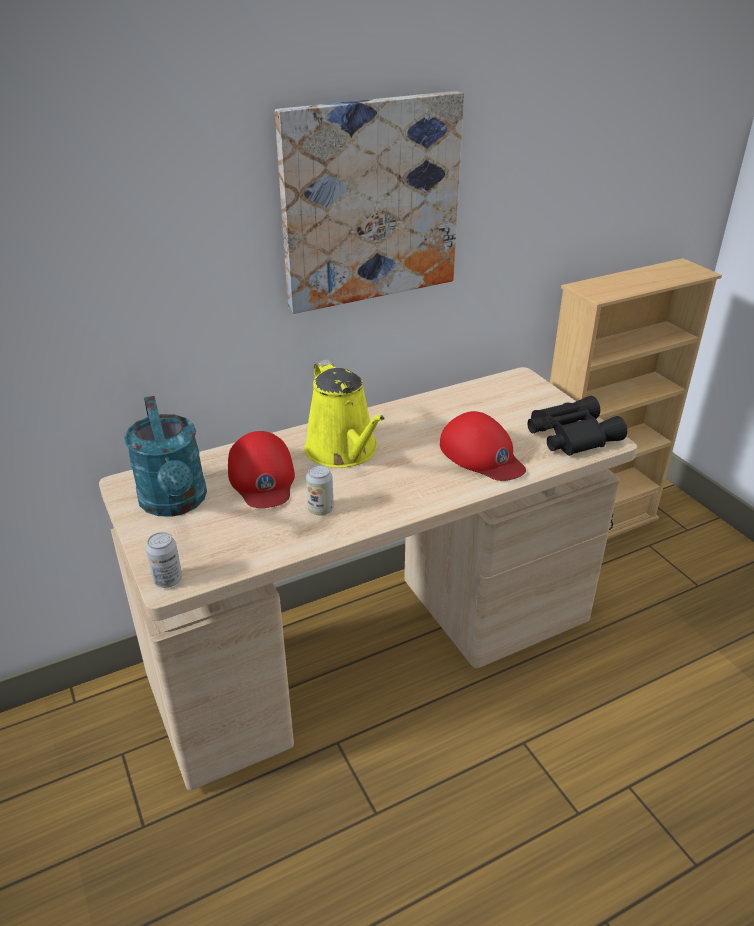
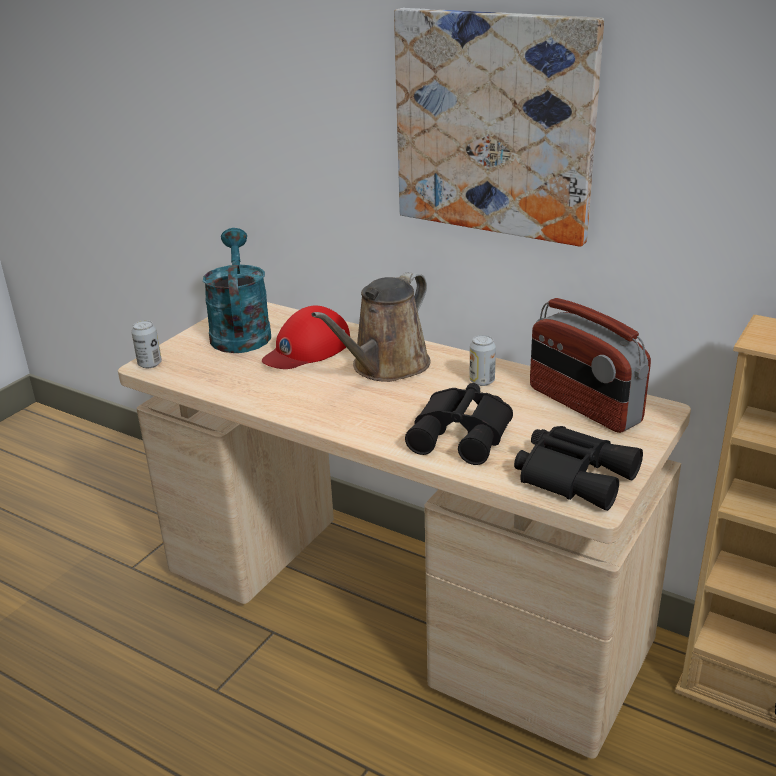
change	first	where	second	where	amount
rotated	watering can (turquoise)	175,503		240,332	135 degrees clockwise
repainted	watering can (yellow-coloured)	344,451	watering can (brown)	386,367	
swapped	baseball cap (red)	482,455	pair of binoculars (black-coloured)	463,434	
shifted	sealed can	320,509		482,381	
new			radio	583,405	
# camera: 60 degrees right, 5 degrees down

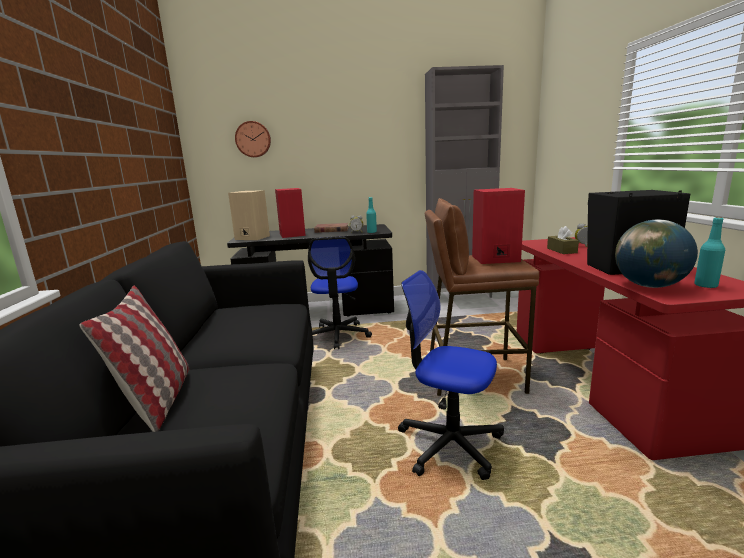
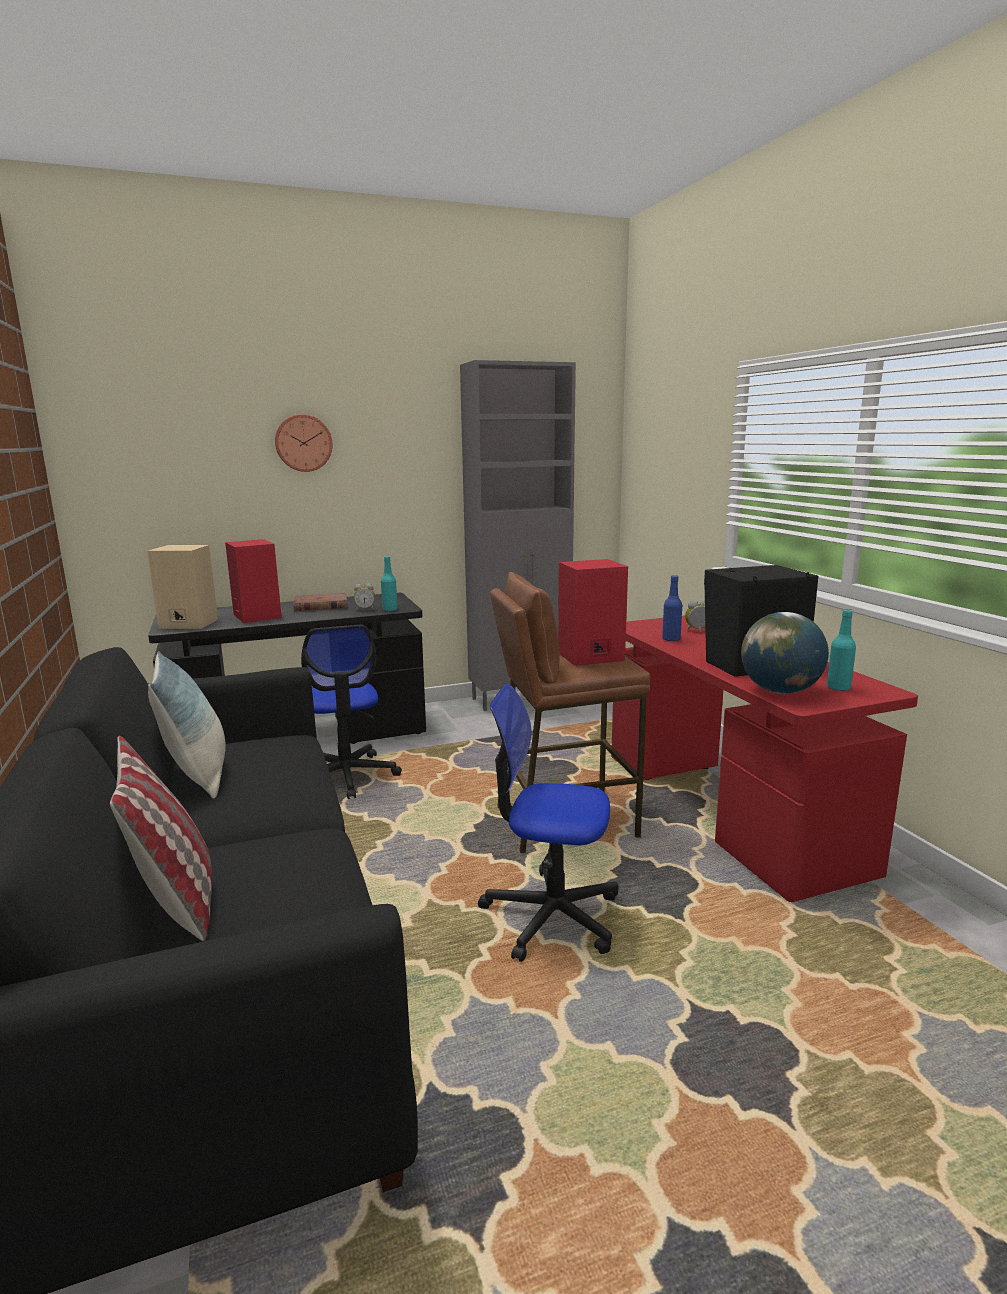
change	first	where	second	where	amount
new			cushion	197,775	
shifted	hanging clock	253,139		303,443	
swapped	tissue holder (brown)	561,250	beverage bottle (bluish)	671,639	
# camera: 15 degrees left, 0 degrees up

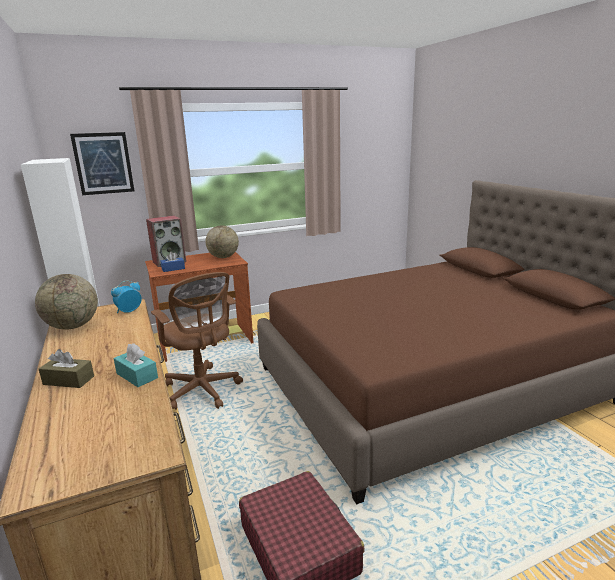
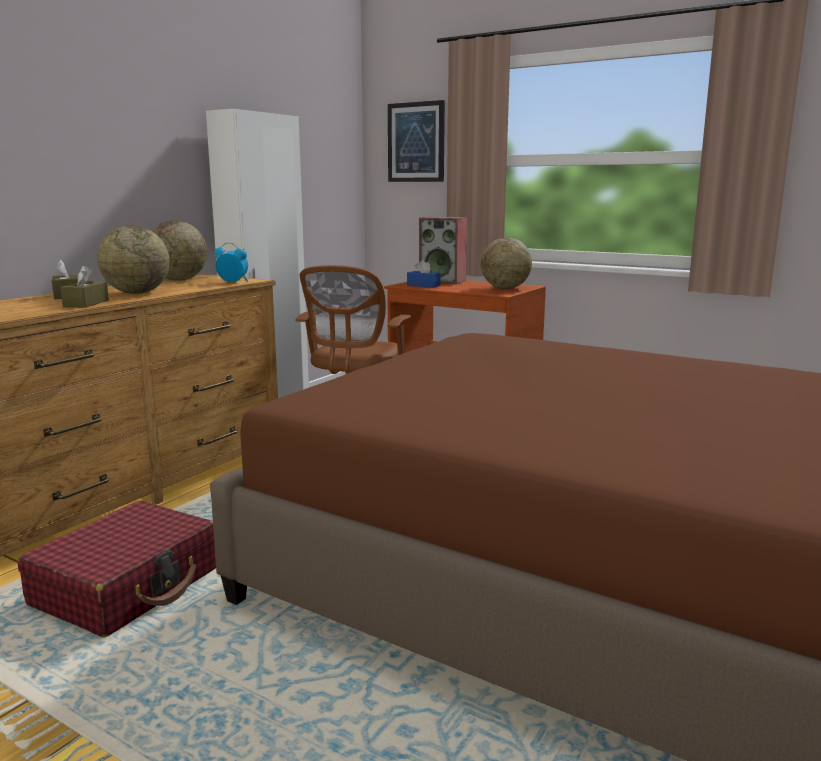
change	first	where	second	where	amount
repainted	tissue holder (turquoise)	137,376	tissue holder (brown)	86,303	
new			world globe	137,293	
# camera: 55 degrees right, 5 degrees down

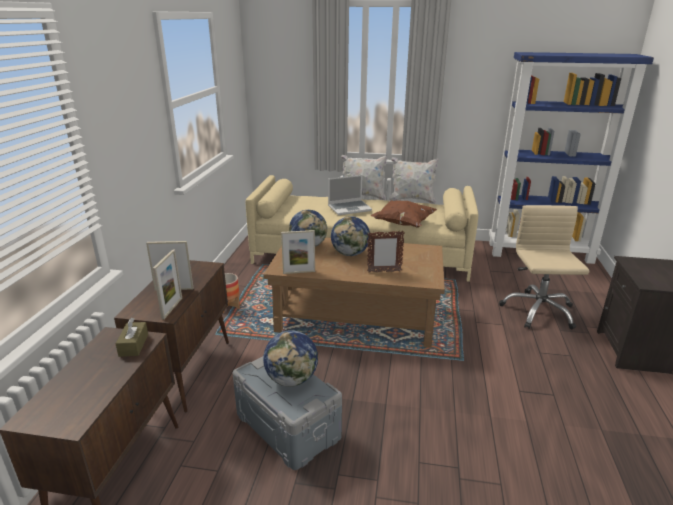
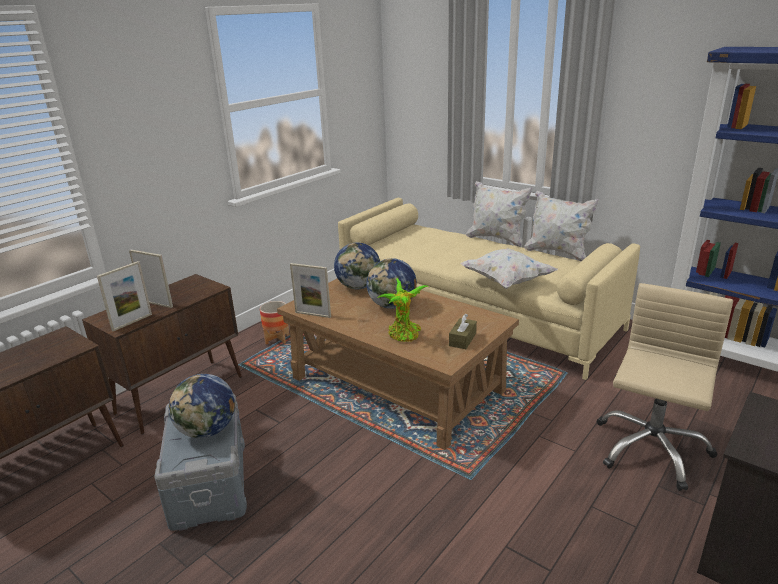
change	first	where	second	where	amount
swapped	photo frame	384,271	plant in a pot	404,335	
shifted	tissue holder (brown)	133,345		462,339	
repainted	cushion (brown)	403,224	cushion (white)	506,281	
gone	laptop	349,208			
# camera: 30 degrees right, 0 degrees up

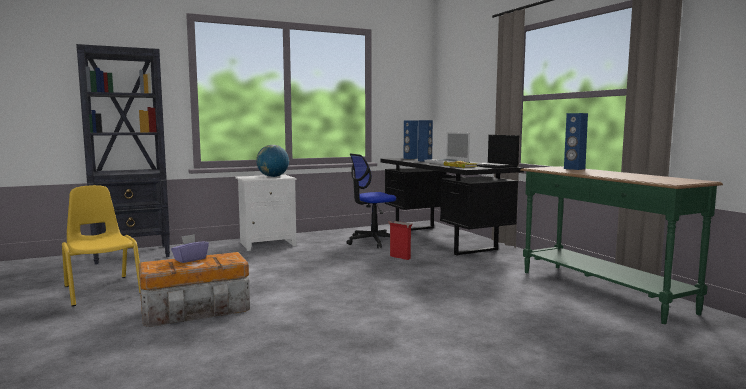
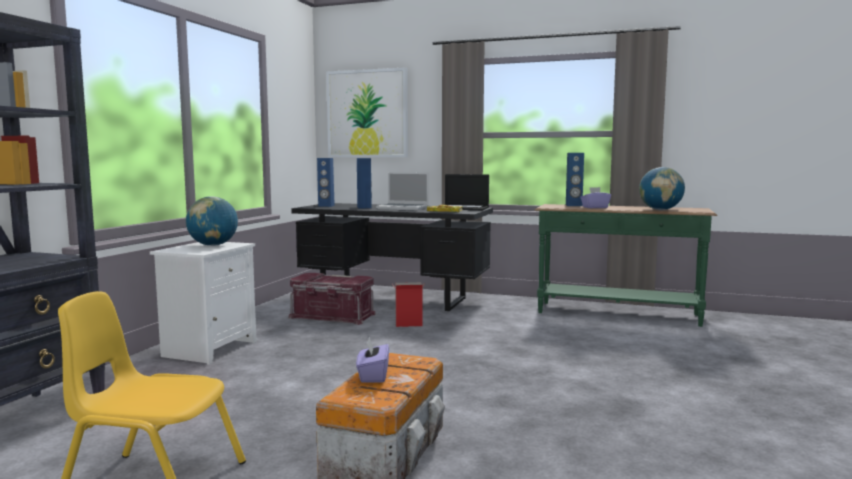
change	first	where	second	where	amount
swapped	desk chair	373,241	storage bin (red)	332,316	
new			wall art	367,114	
new			tissue holder (purplish)	595,207	
new			world globe	660,209	
# camera: 45 degrees left, 0 degrees up

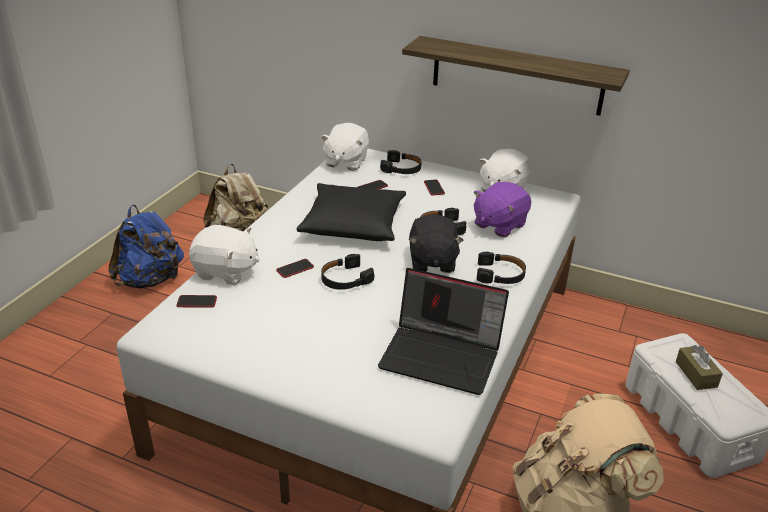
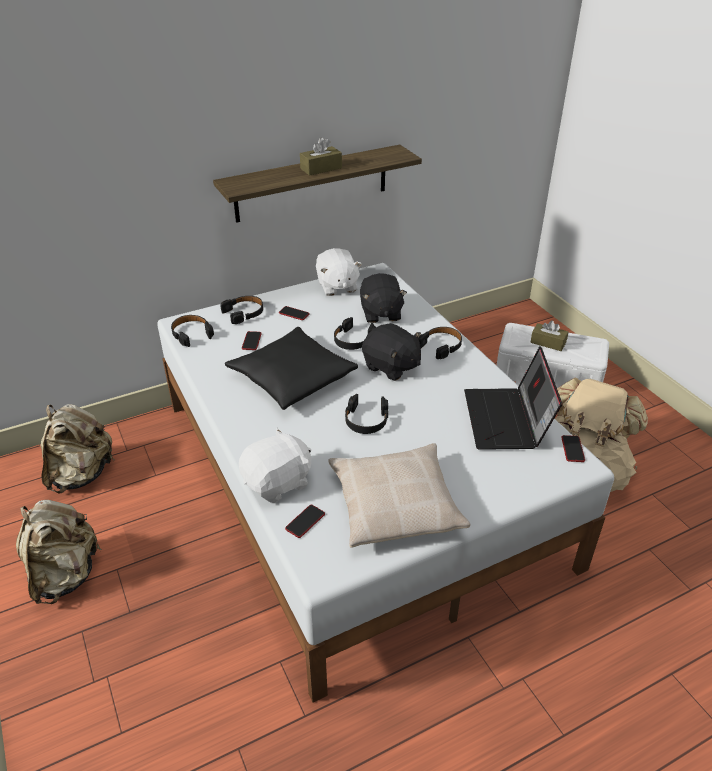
change	first	where	second	where	amount
repainted	backpack (bluish)	150,280	backpack (beige-coloured)	65,575	
swapped	soft toy (white)	346,162	headphones (black-coloured)	191,334	
new			tissue holder (brown)	321,168	
new			cushion (beige-coloured)	395,504	
repainted	soft toy (purplish)	499,225	soft toy (black-coloured)	380,313	
rotated	laptop	443,355		507,420	120 degrees clockwise
shifted	phone	295,269		572,449	
# camera: 50 degrees left, 5 degrees up

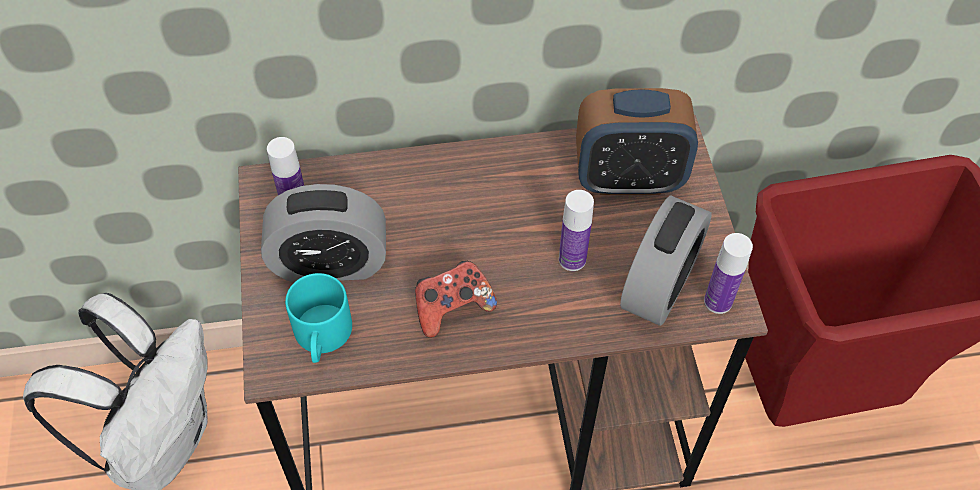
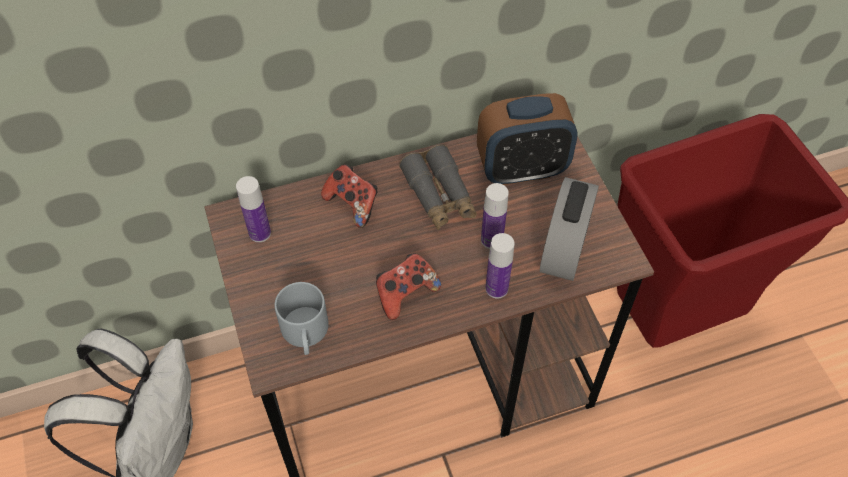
change	first	where	second	where	amount
repainted	mug (turquoise)	323,337	mug (greyish)	306,333	
new			gamepad	352,204	
new			pair of binoculars (greyish)	439,195	
shifted	beverage bottle	718,301		496,288	
gone	table clock	330,263			
# camera: 10 degrees left, 0 degrees up

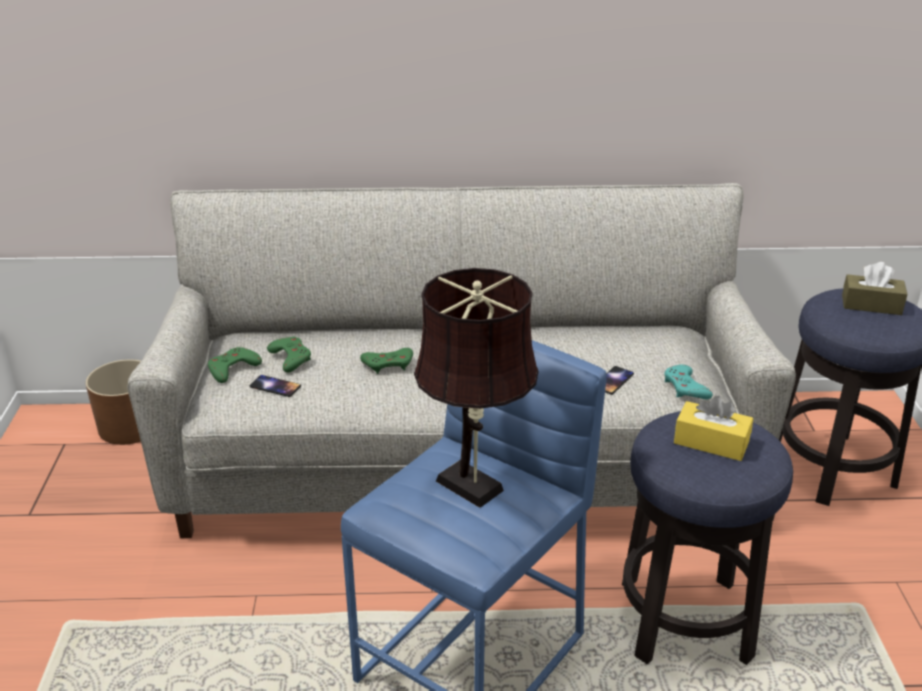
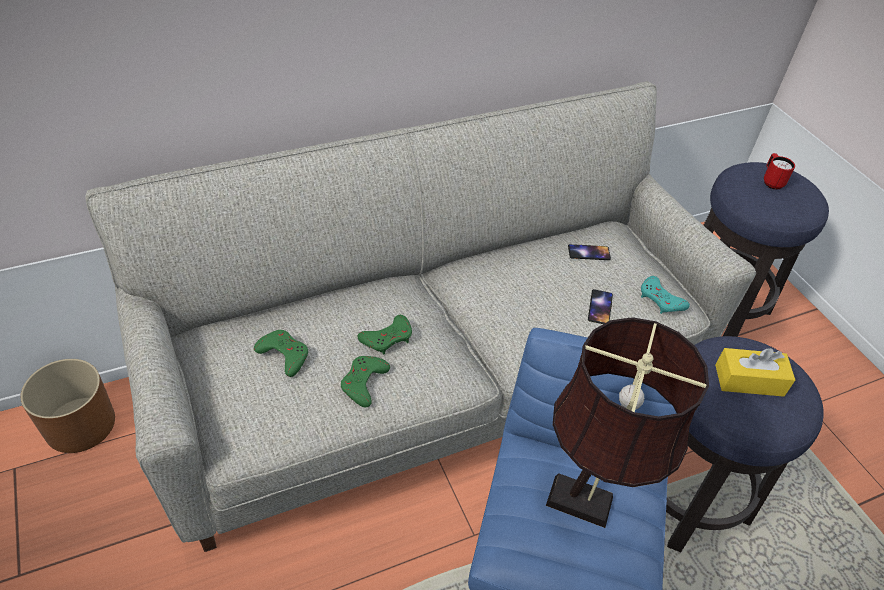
change	first	where	second	where	amount
shifted	gamepad (green)	232,369		364,383	
shifted	phone	275,386		589,252	
swapped	tissue holder (brown)	871,305	mug (red)	771,181	
# camera: 25 degrees left, 15 degrees up

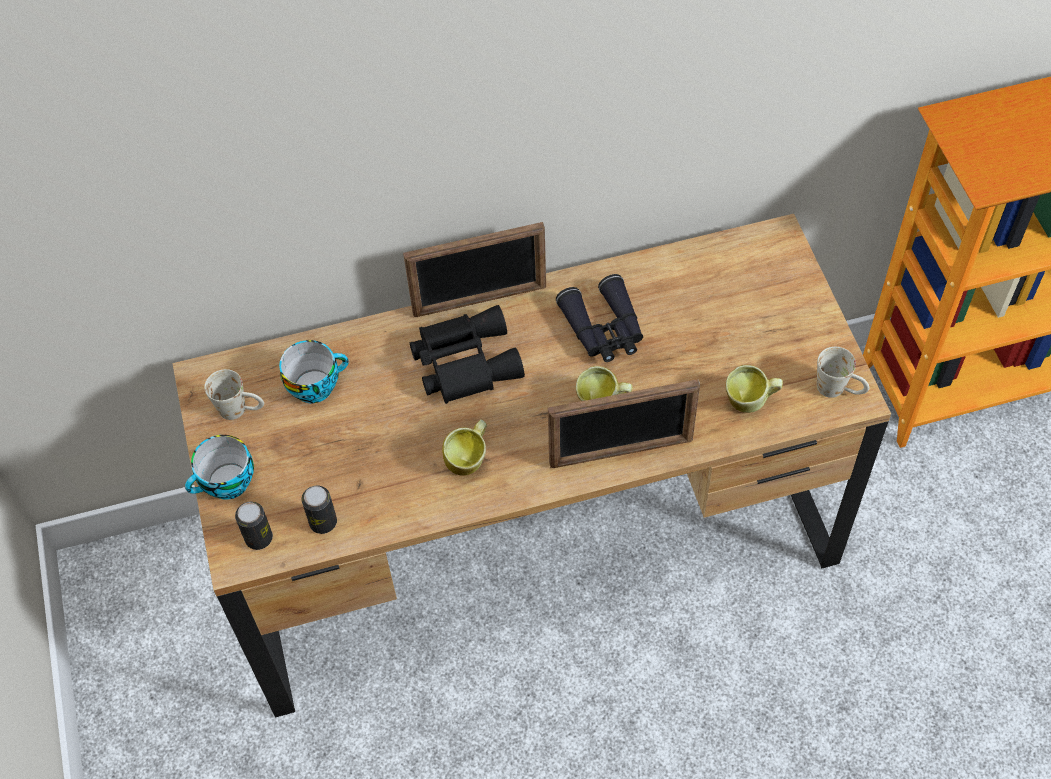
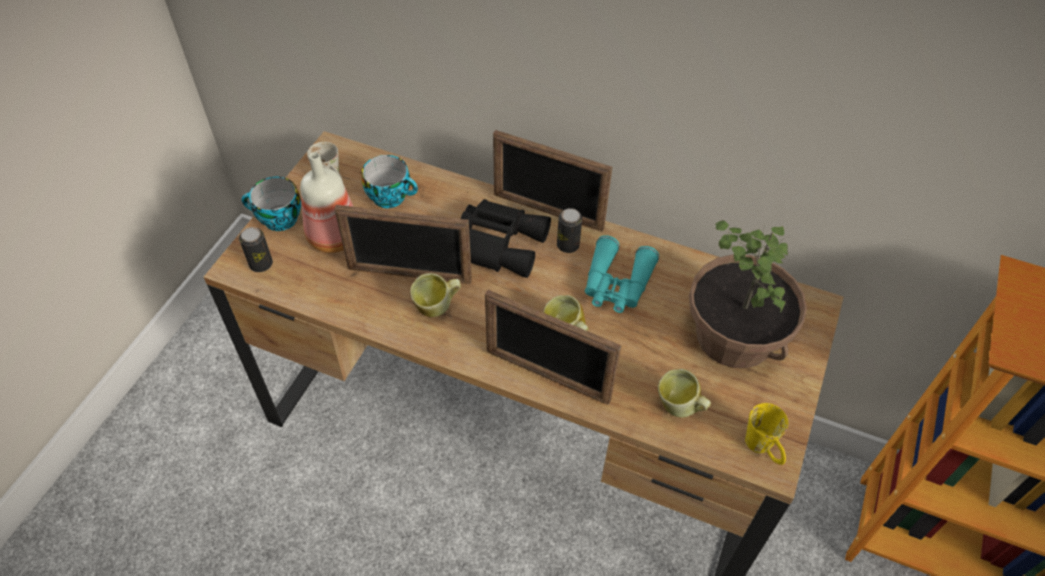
change	first	where	second	where	amount
new			beverage bottle	336,236	
new			photo frame	409,275	
shifted	sealed can	323,522		568,245	
repainted	pair of binoculars (black-coloured)	604,329	pair of binoculars (turquoise)	616,284	
new			plant in a pot	735,335	
repainted	mug (white)	839,390	mug (yellow-coloured)	763,449	
# camera: 35 degrees right, 5 degrees down

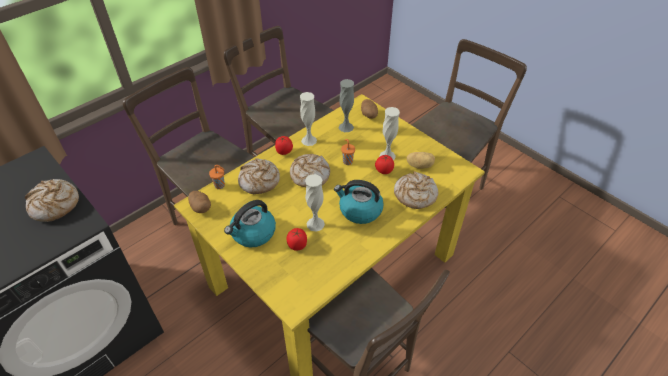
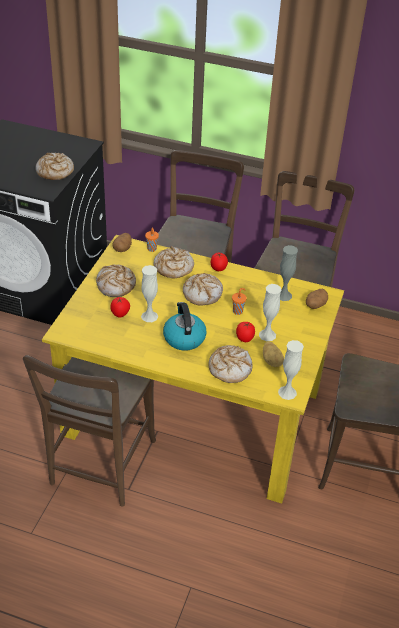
change	first	where	second	where	amount
swapped	tea kettle	253,233	bakery bread	116,285	
shifted	vase (white)	309,140		287,392	
# camera: 60 degrees right, 5 degrees down

